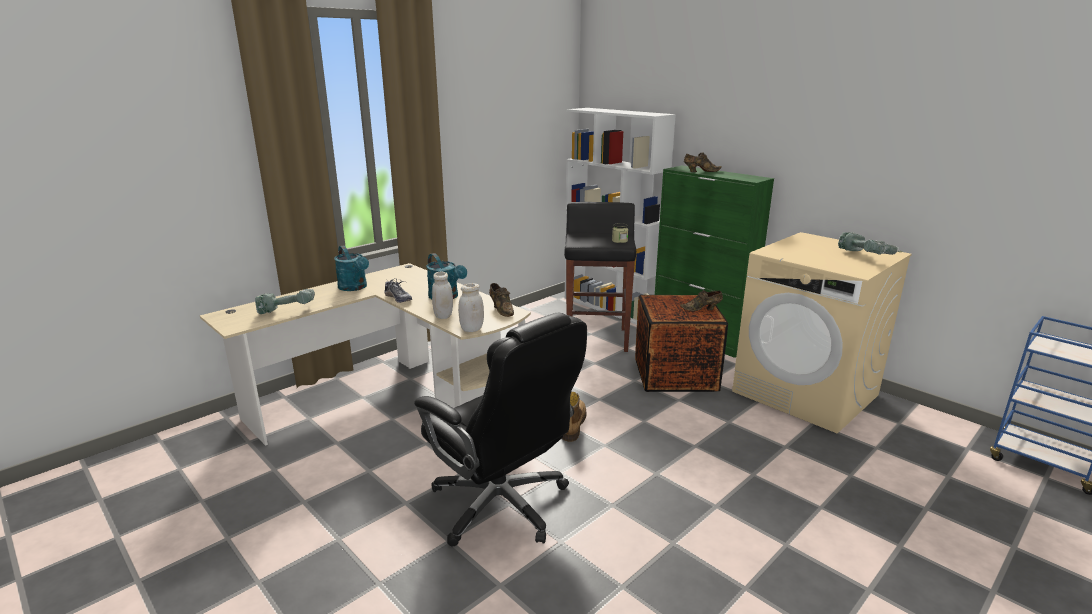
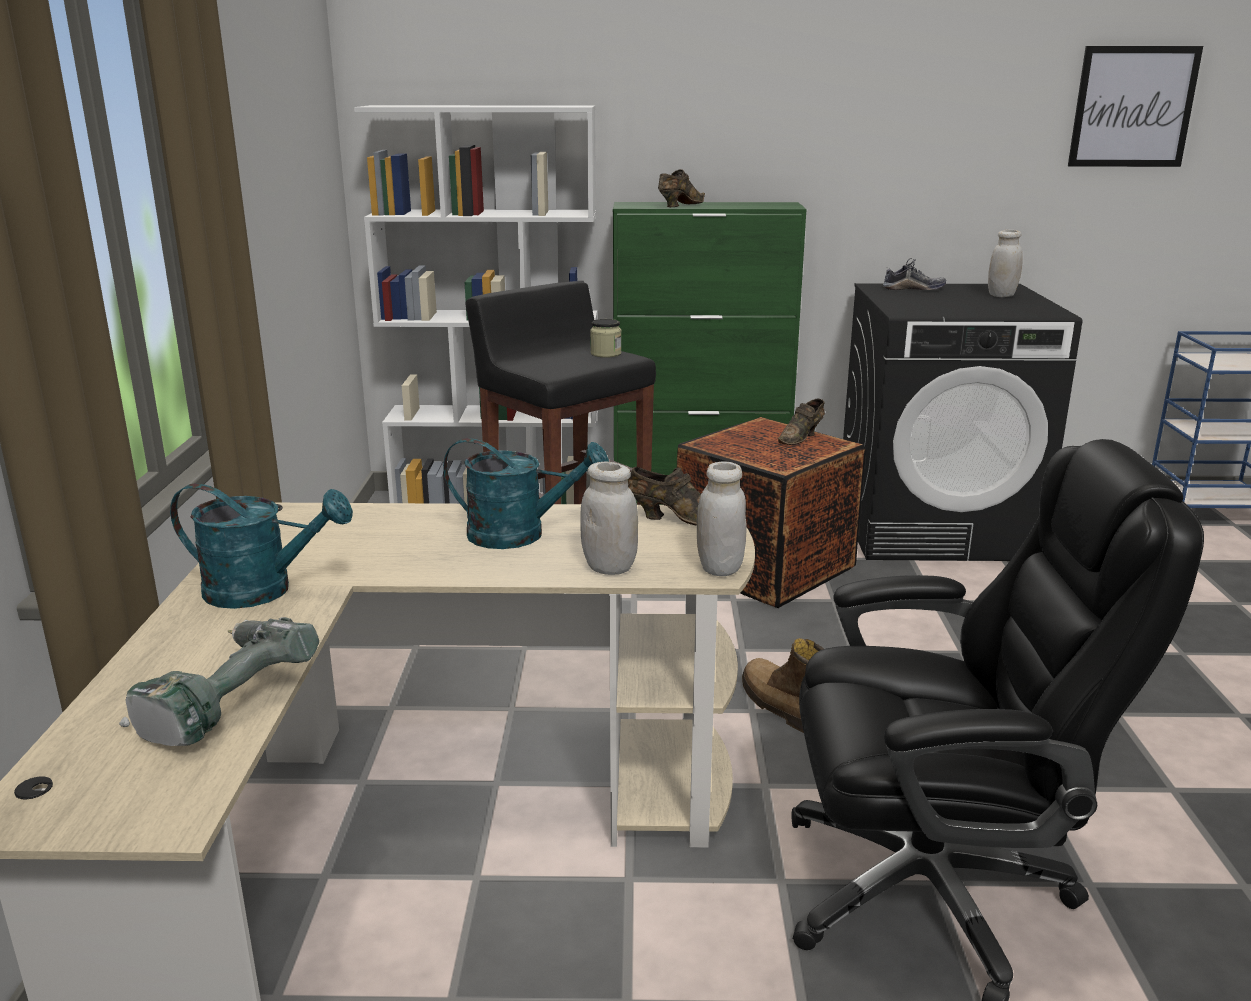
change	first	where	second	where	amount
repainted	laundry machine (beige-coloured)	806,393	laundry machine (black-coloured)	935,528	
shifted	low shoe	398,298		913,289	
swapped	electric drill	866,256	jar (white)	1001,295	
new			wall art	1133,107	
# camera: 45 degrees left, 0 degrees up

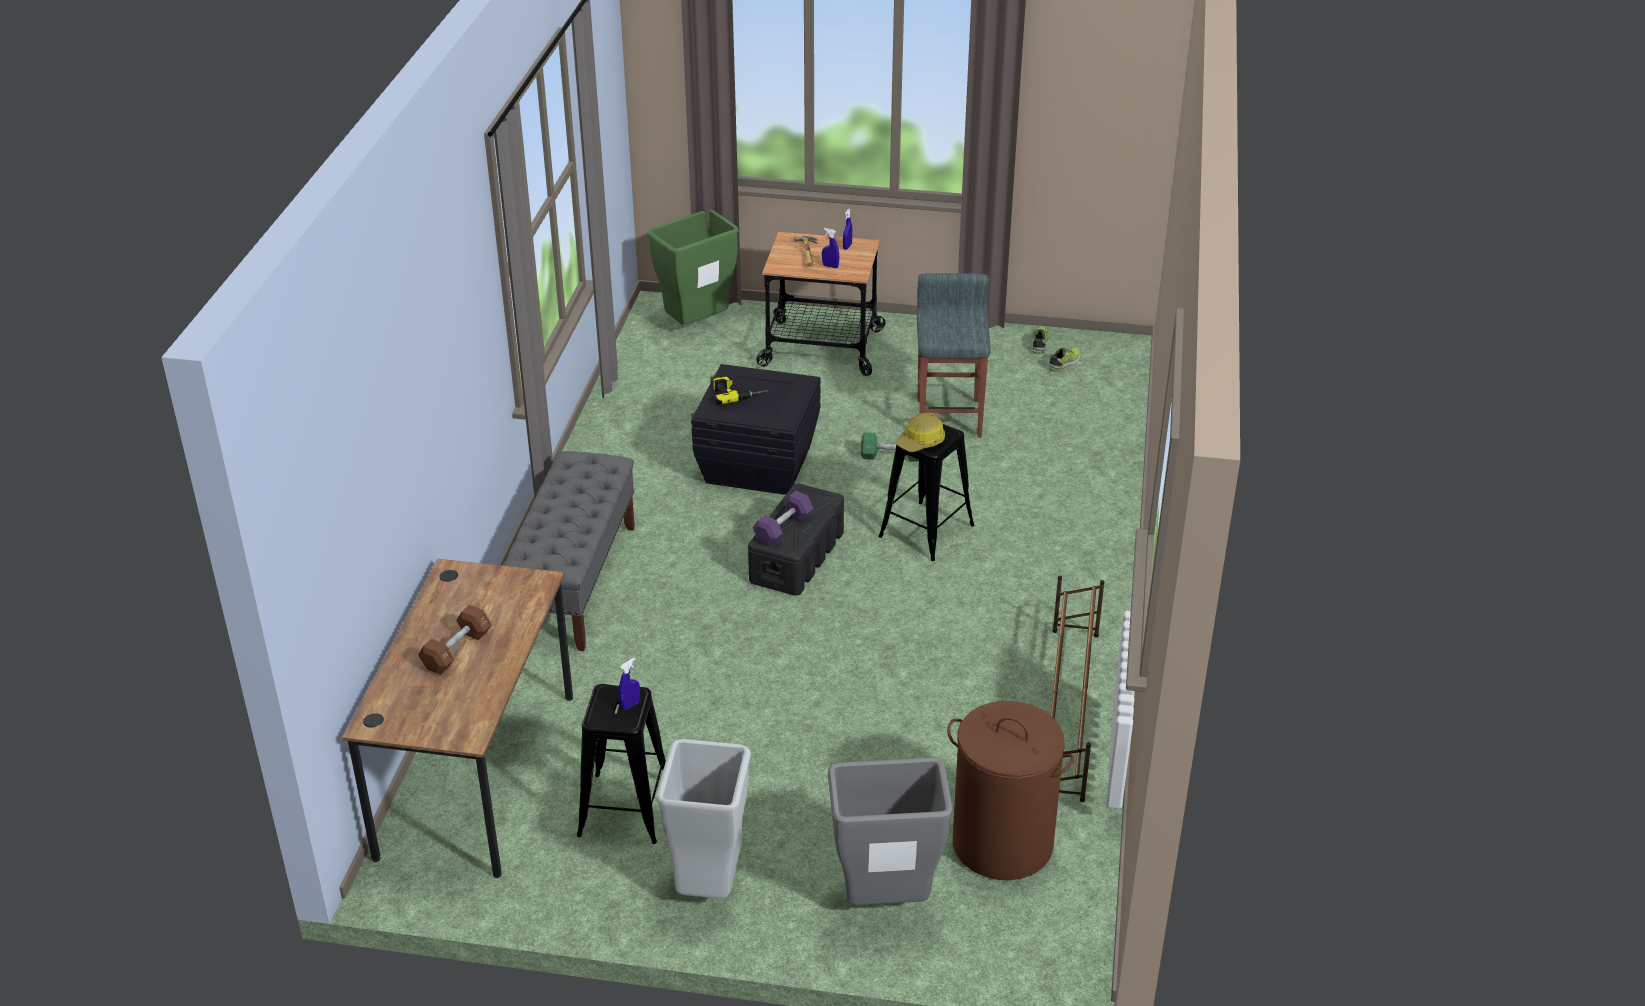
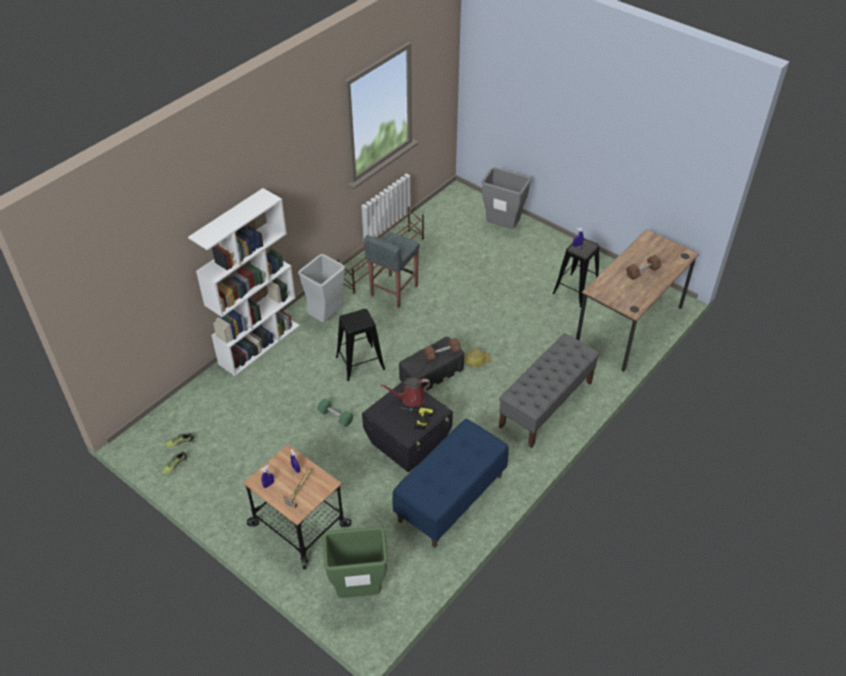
change	first	where	second	where	amount
new			bookcase (white)	259,344	
shifted	rubbish bin (greyish)	709,885		326,317	
shifted	sitting stool (greyish)	949,417		393,291	
new			watering can (red)	410,399	
new			bench (bluish)	450,498	
repainted	hand weight (purplish)	783,528	hand weight (brown)	442,354	
shifted	work helmet	921,442		477,360	
gone	laundry basket (brown)	1002,844			
# camera: 150 degrees left, 10 degrees up

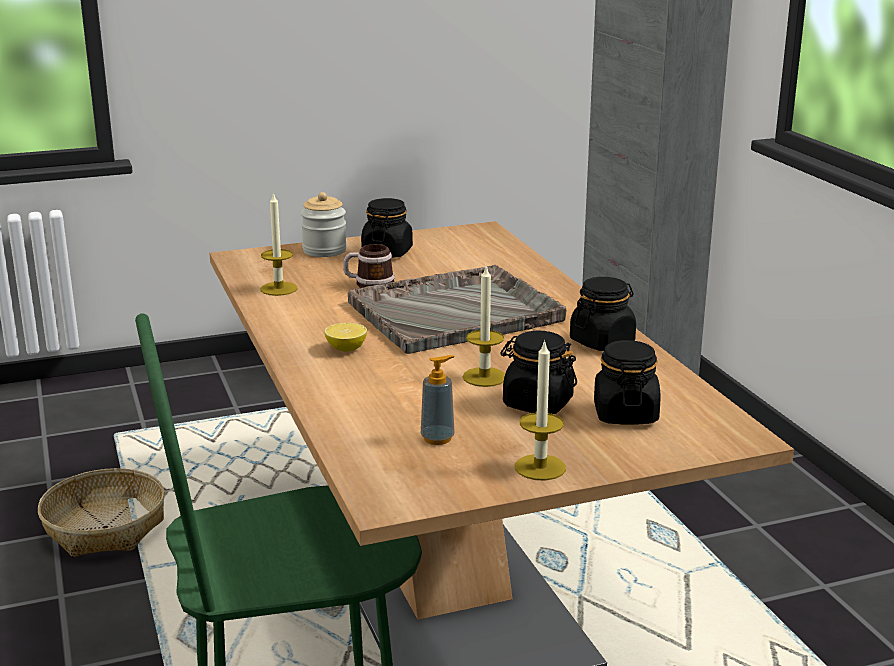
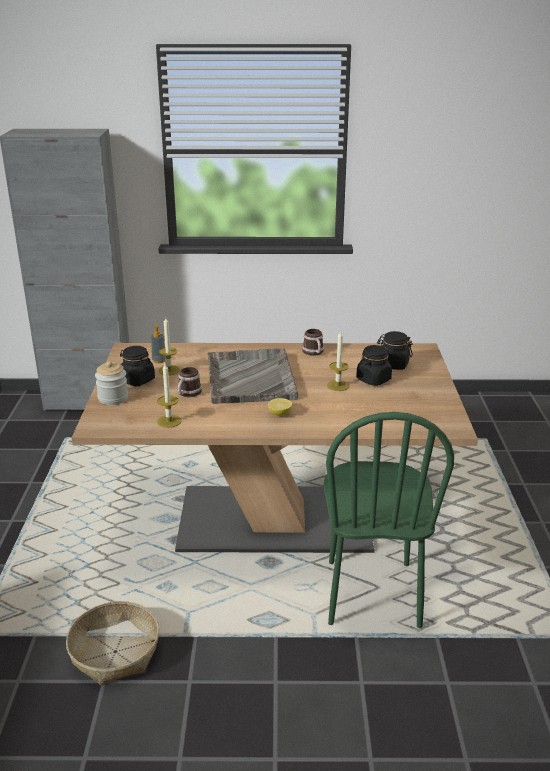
change	first	where	second	where	amount
shifted	liquid soap bottle	437,438		159,360	
shifted	wax light	540,467		169,370	
swapped	jar (black-coloured)	602,342	mug	314,352	
# camera: 70 degrees left, 5 degrees up

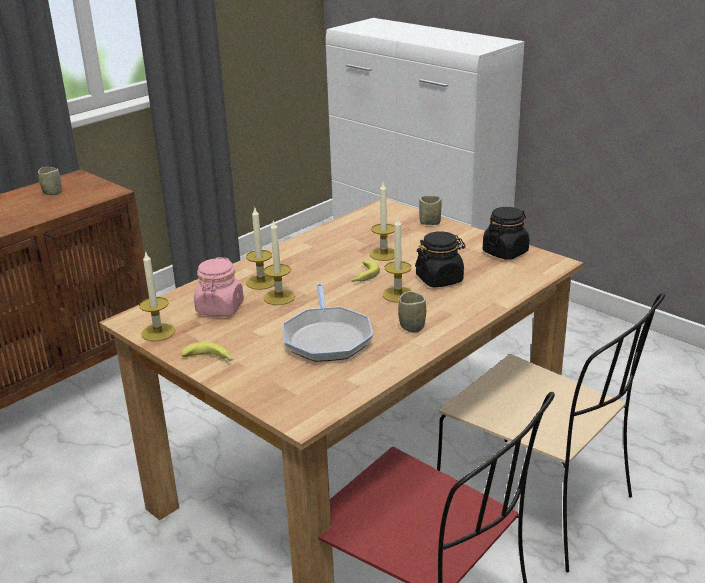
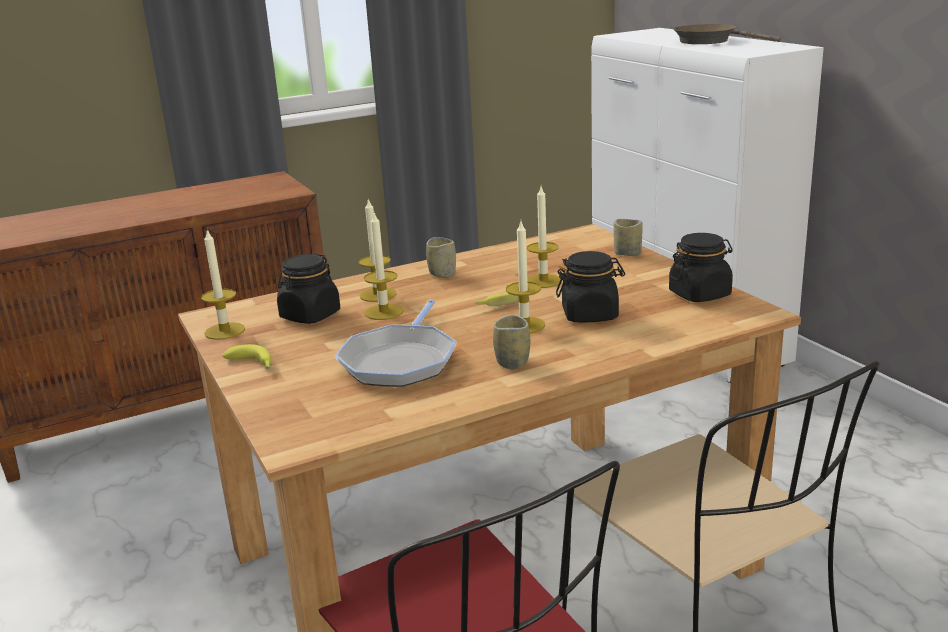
change	first	where	second	where	amount
repainted	jar (pink-coloured)	220,308	jar (black-coloured)	310,315	
shifted	drinking cup	52,192		442,274	
new			pan (brown)	709,41	
# camera: 20 degrees right, 5 degrees down

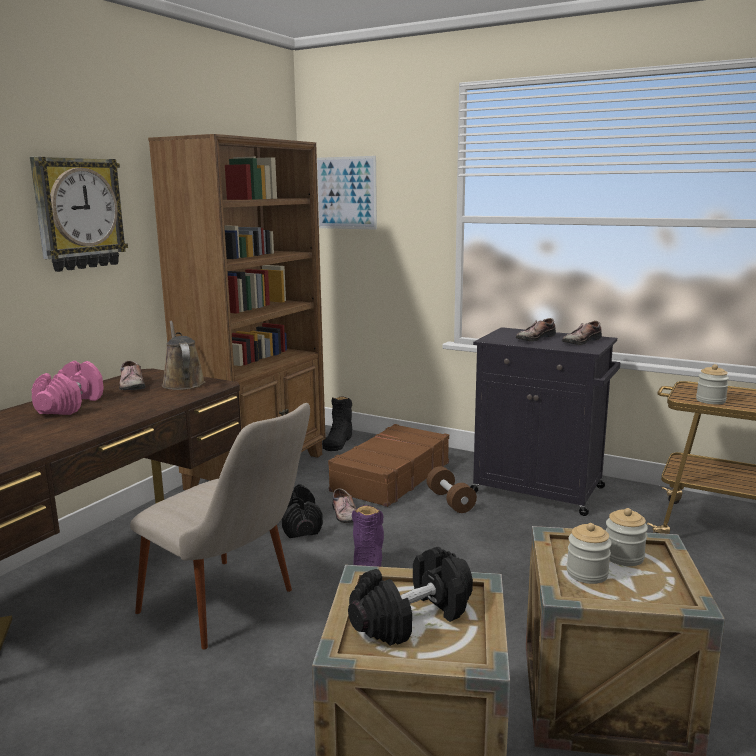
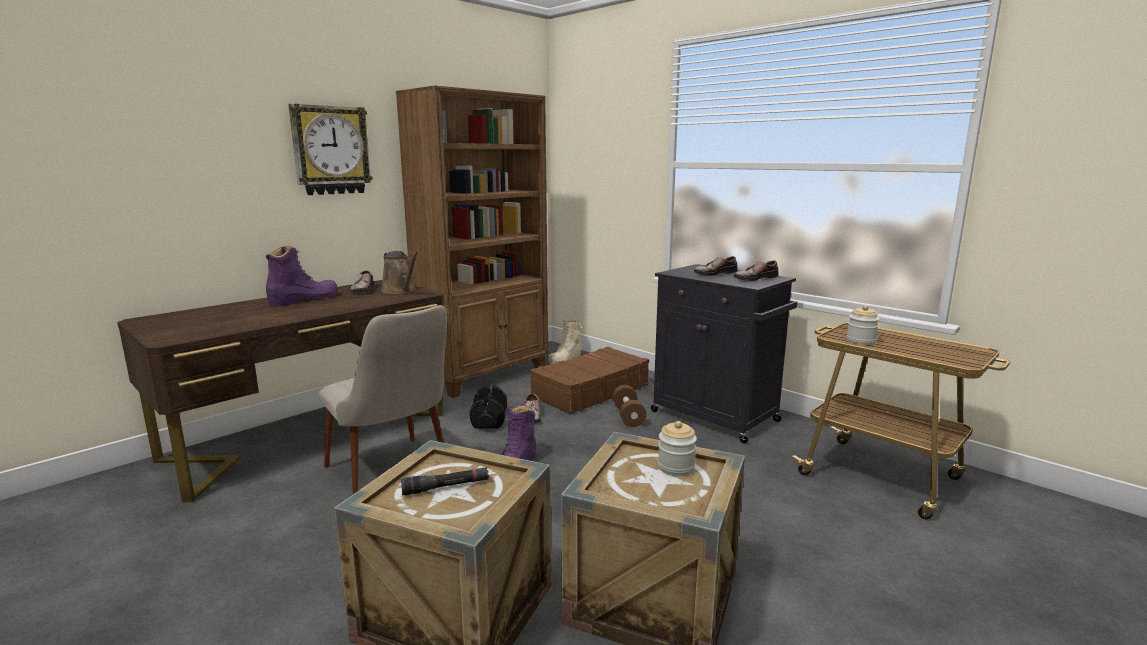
change	first	where	second	where	amount
swapped	hand weight (pink-coloured)	70,405	high-top boot (purplish)	304,299	
rotated	watering can (brown)	182,383		400,291	150 degrees clockwise
swapped	hand weight (black-coloured)	412,618	flashlight (black-coloured)	446,487	
repainted	high-top boot (black-coloured)	338,442	high-top boot (beige-coloured)	565,359	
gone	wall art	346,193			
gone	jar	587,573			
# camera: 15 degrees right, 0 degrees up

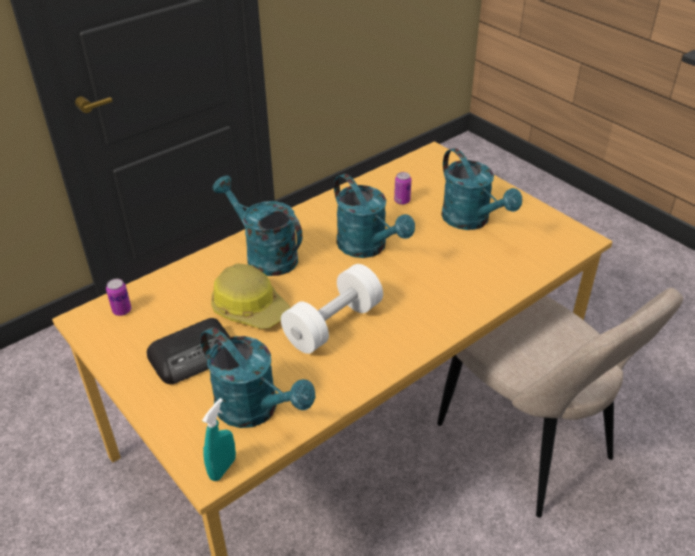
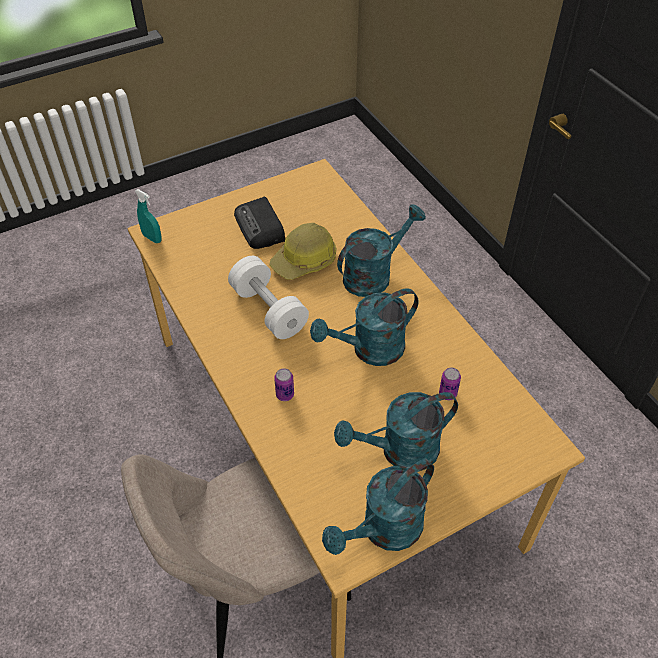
change	first	where	second	where	amount
shifted	sealed can	122,310		285,395	
shifted	watering can (turquoise)	256,410		384,531	
# camera: 100 degrees right, 10 degrees up

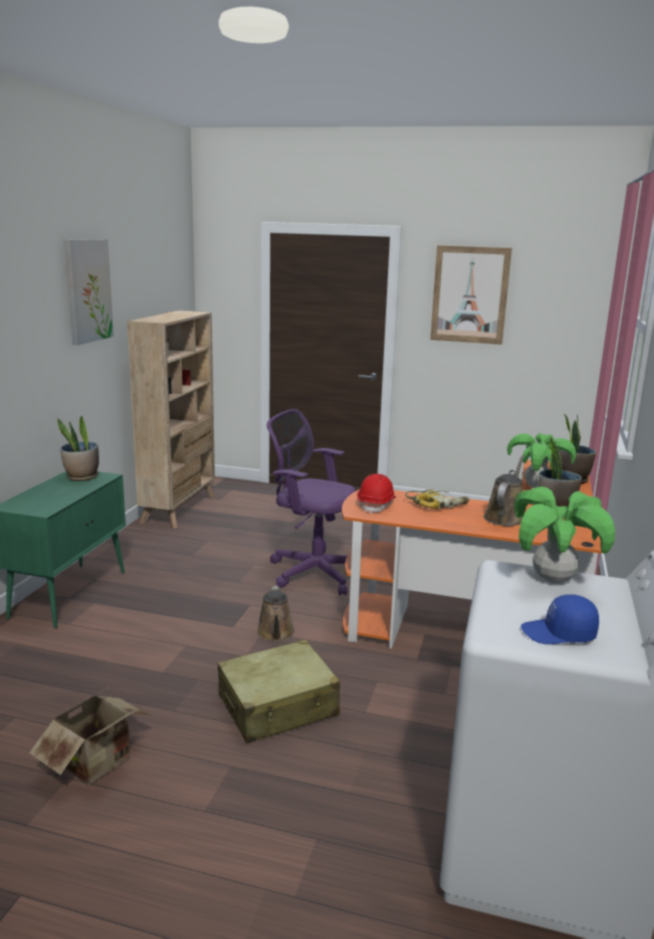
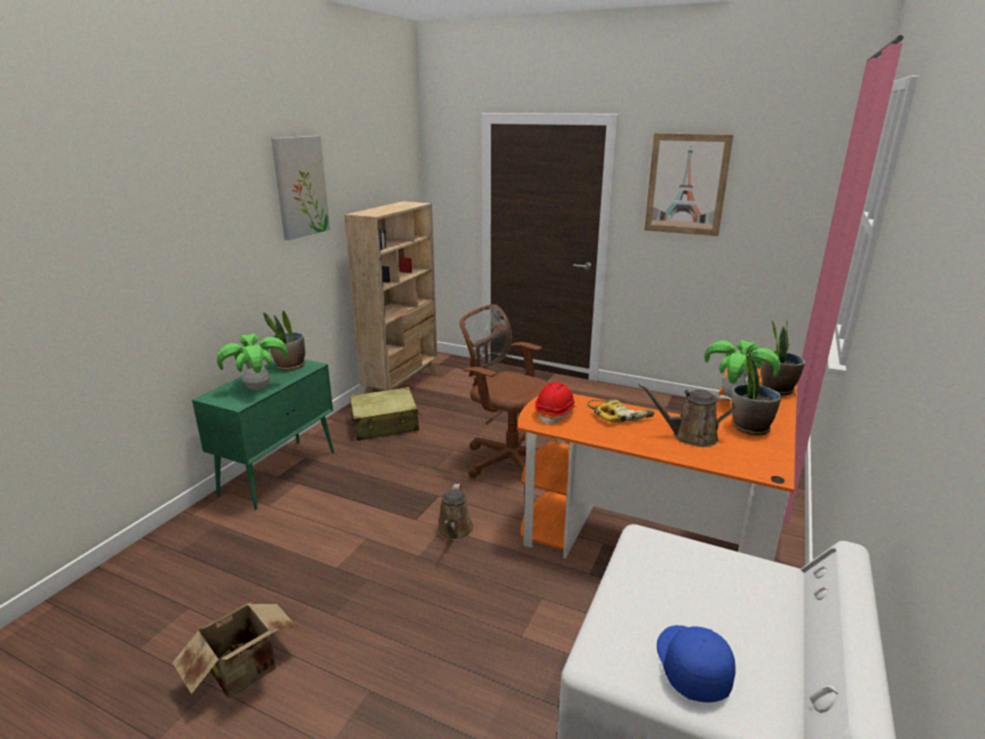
change	first	where	second	where	amount
shifted	plant in a pot	552,579		257,388	
shifted	travel case (beige-coloured)	278,706		385,424	
repainted	desk chair (purplish)	312,571	desk chair (brown)	507,461	
rotated	watering can (brown)	505,517		690,436	120 degrees counterclockwise
rotated	baseball cap (bluish)	559,634		690,666	75 degrees clockwise
# camera: 10 degrees right, 5 degrees up

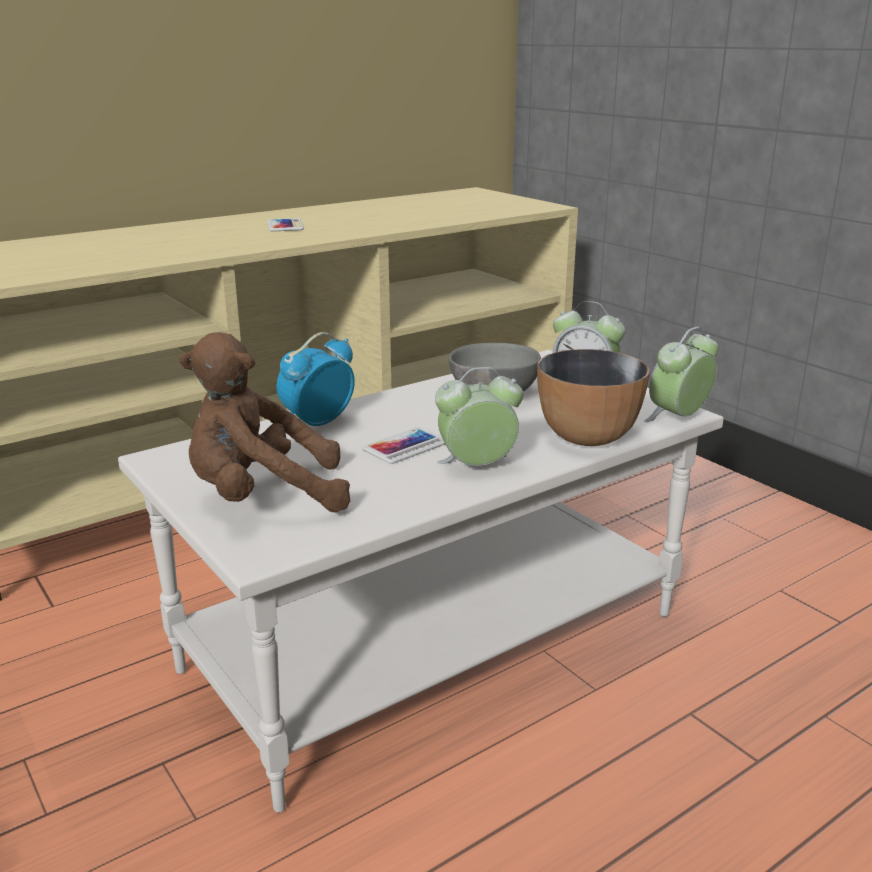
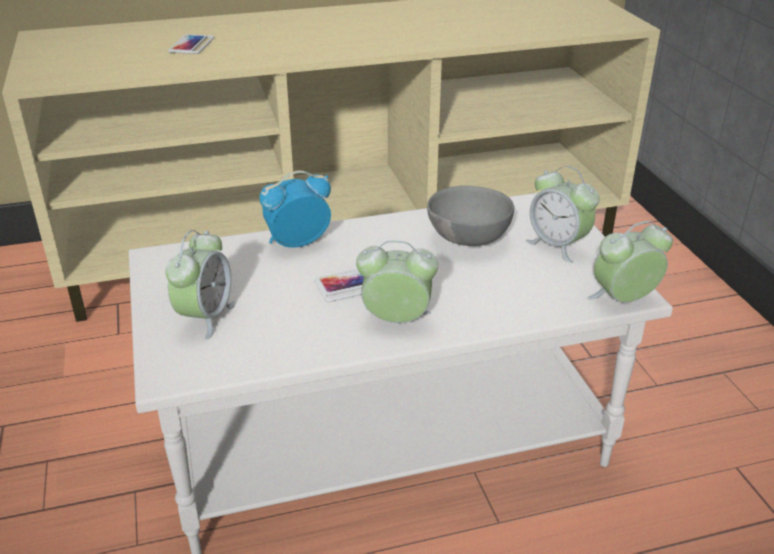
change	first	where	second	where	amount
swapped	soft toy (brown)	263,498	table clock	205,317	
shifted	phone	285,225		191,45	
gone	bowl	587,437			
# camera: 20 degrees right, 10 degrees up

